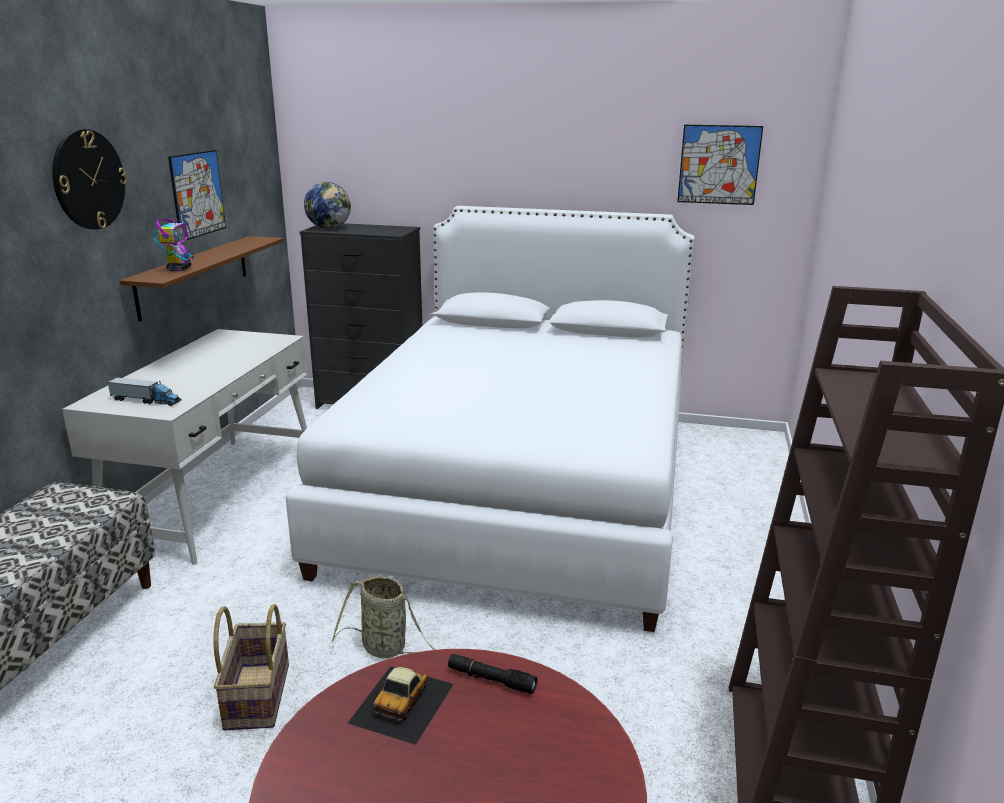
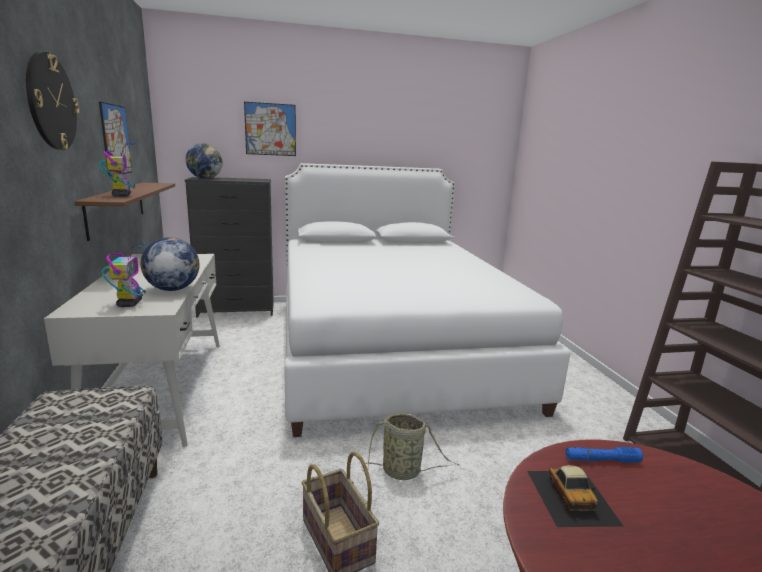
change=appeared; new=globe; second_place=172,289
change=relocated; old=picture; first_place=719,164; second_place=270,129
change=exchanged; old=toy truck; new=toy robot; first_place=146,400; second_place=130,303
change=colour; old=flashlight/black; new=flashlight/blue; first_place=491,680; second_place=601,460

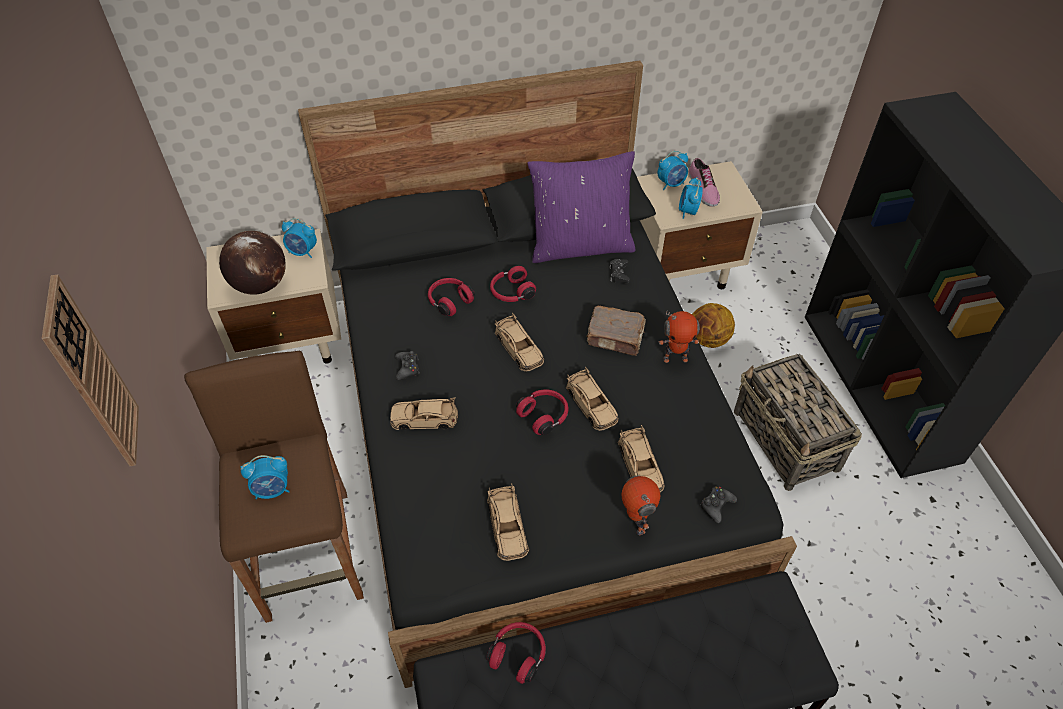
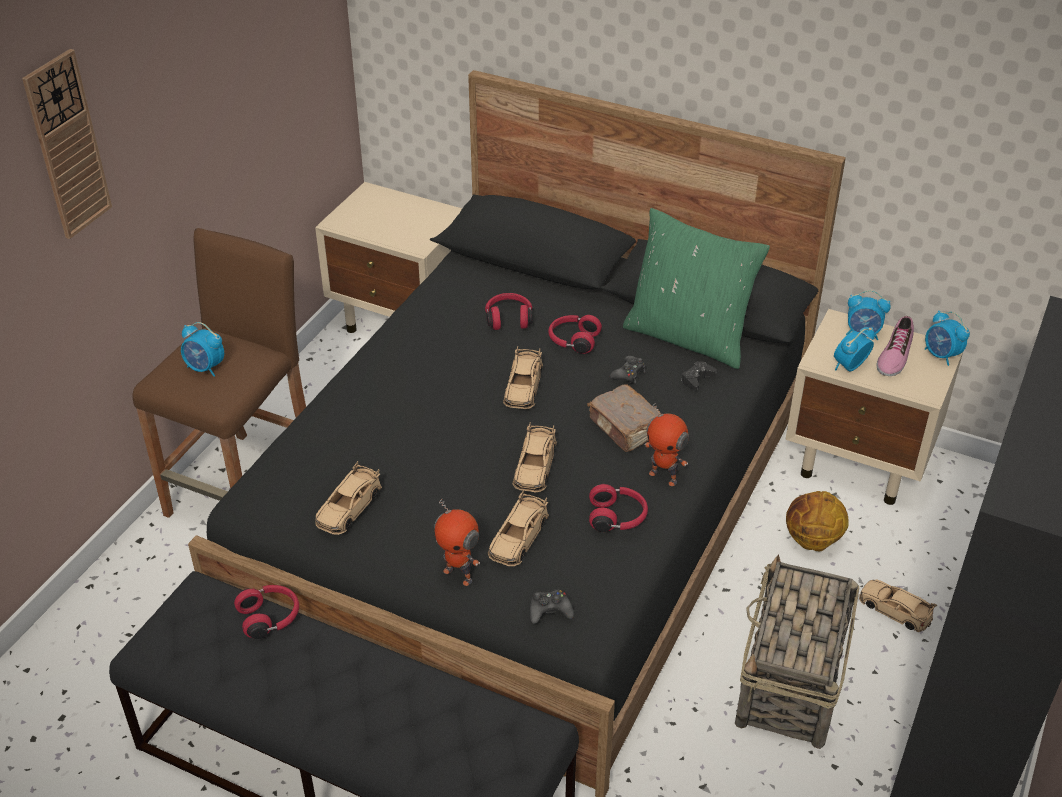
change=missing; old=globe; first_place=260,284
change=relocated; old=alarm clock; first_place=302,252; second_place=941,355
change=relocated; old=toy car/beige; first_place=424,418; second_place=895,609
change=relocated; old=game controller/black; first_place=407,368; second_place=628,374
change=relocated; old=headphones/red; first_place=544,415; second_place=617,517
change=colour; old=pillow/purple; new=pillow/green; first_place=580,245; second_place=688,337
change=spun; old=toy robot; first_place=635,522; second_place=459,574; degrees=105

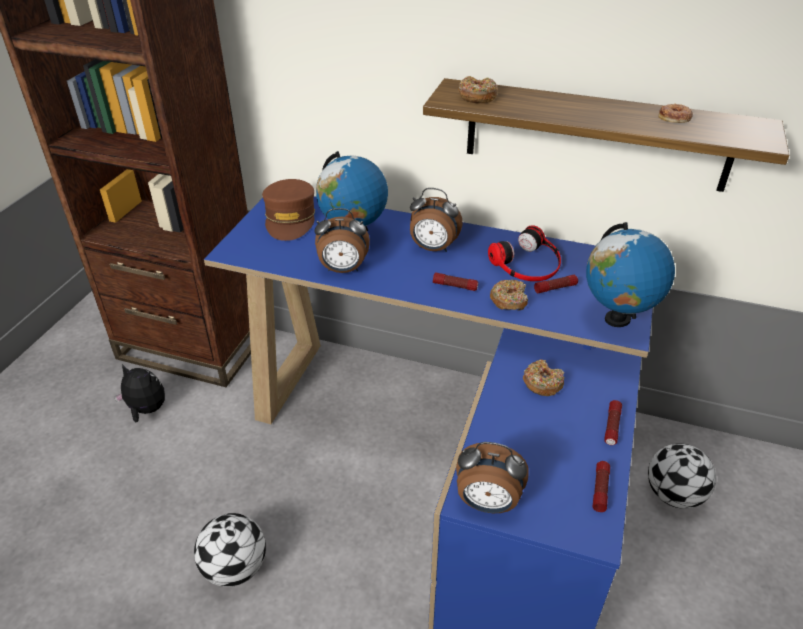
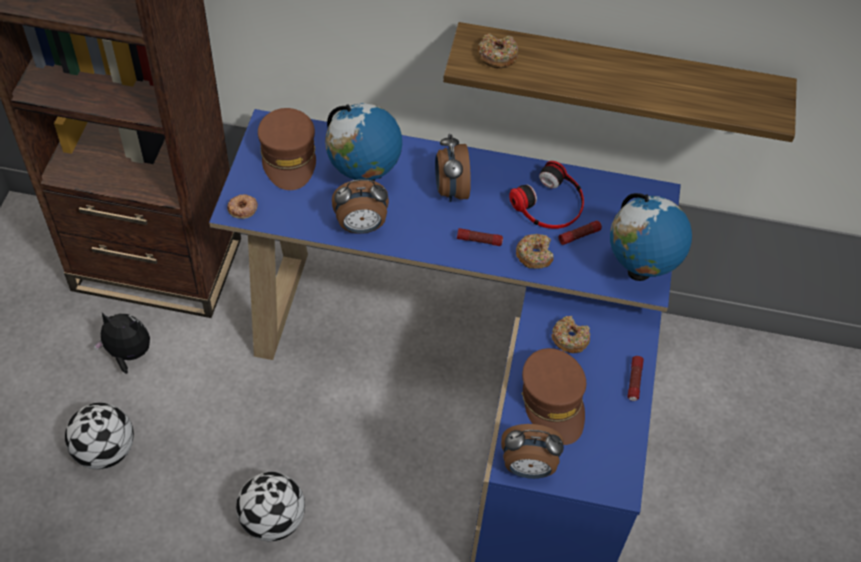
change=missing; old=flashlight; first_place=600,489
change=appeared; new=cap/brown; second_place=553,402
change=relocated; old=football; first_place=673,494; second_place=106,451
change=relocated; old=donut; first_place=675,117; second_place=243,209
change=spun; old=alarm clock; first_place=433,248; second_place=450,190; degrees=75

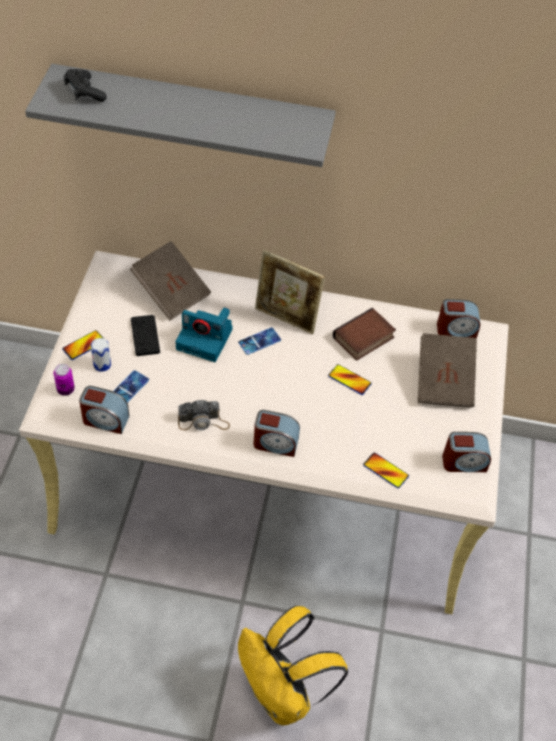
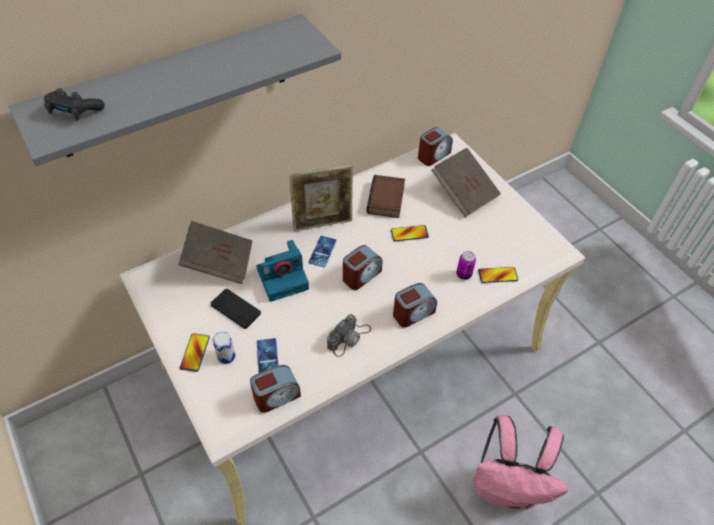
change=relocated; old=can; first_place=65,390; second_place=463,274
change=relocated; old=alarm clock; first_place=464,462; second_place=361,275
change=colour; old=backpack/yellow; new=backpack/pink; first_place=283,694; second_place=506,488

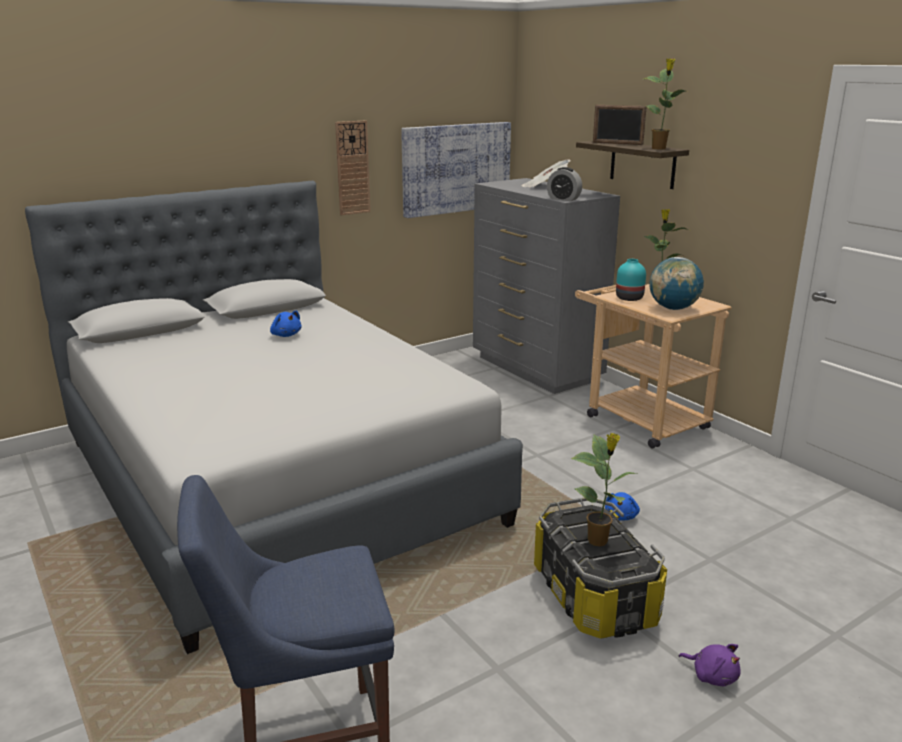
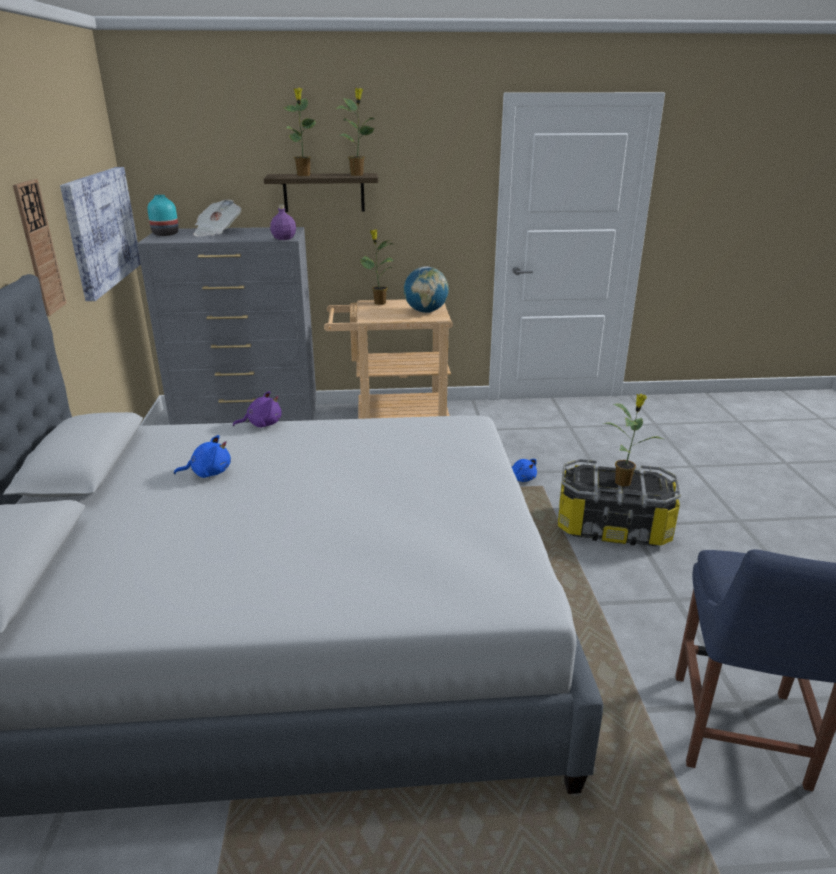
change=relocated; old=vase/turquoise; first_place=630,298; second_place=166,234
change=relocated; old=plush toy/purple; first_place=712,675; second_place=262,424
change=exchanged; old=alarm clock; new=bottle/purple; first_place=563,199; second_place=284,238
change=exchanged; old=picture frame; new=potted plant; first_place=617,143; second_place=303,175

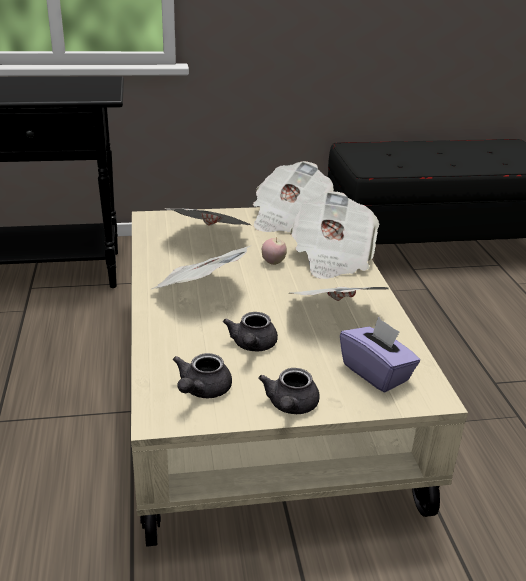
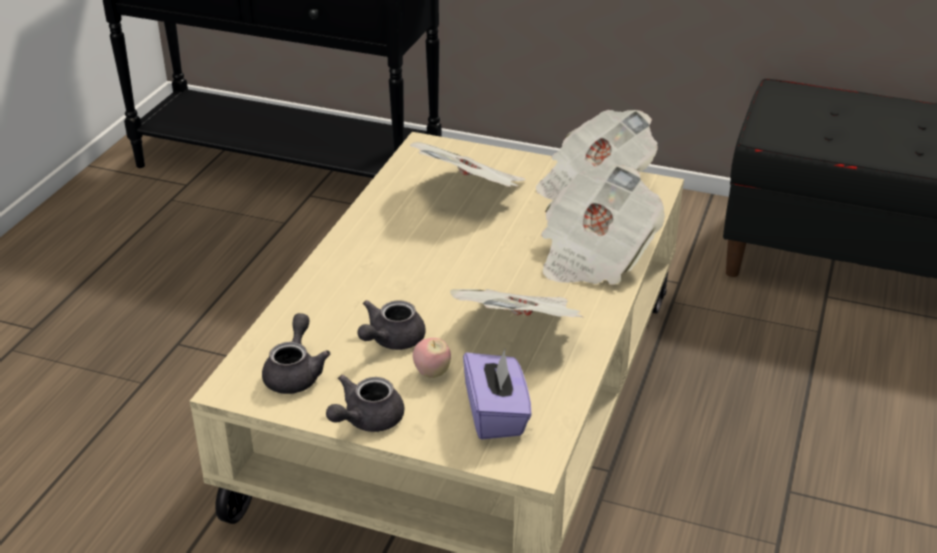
change=missing; old=newspaper; first_place=200,291
change=relocated; old=apple; first_place=273,262; second_place=432,373
change=spun; old=teapot/grey; first_place=202,390; second_place=295,373; degrees=135

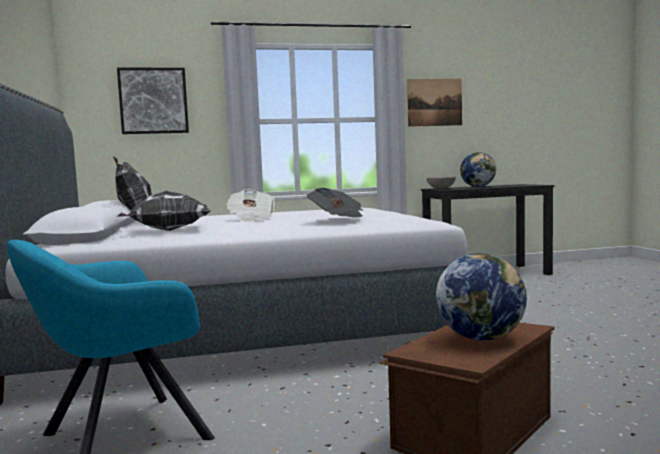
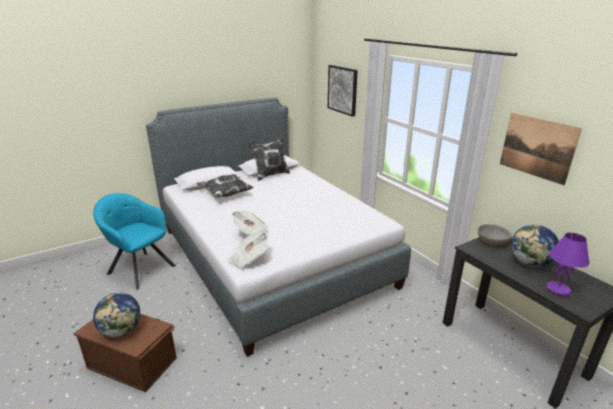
change=appeared; new=table lamp/purple; second_place=558,289
change=relocated; old=newspaper; first_place=251,219; second_place=248,259

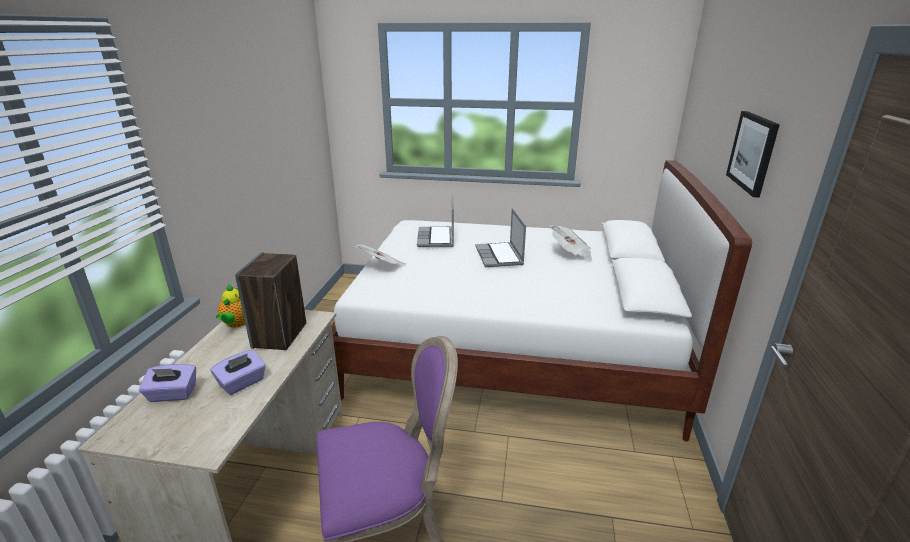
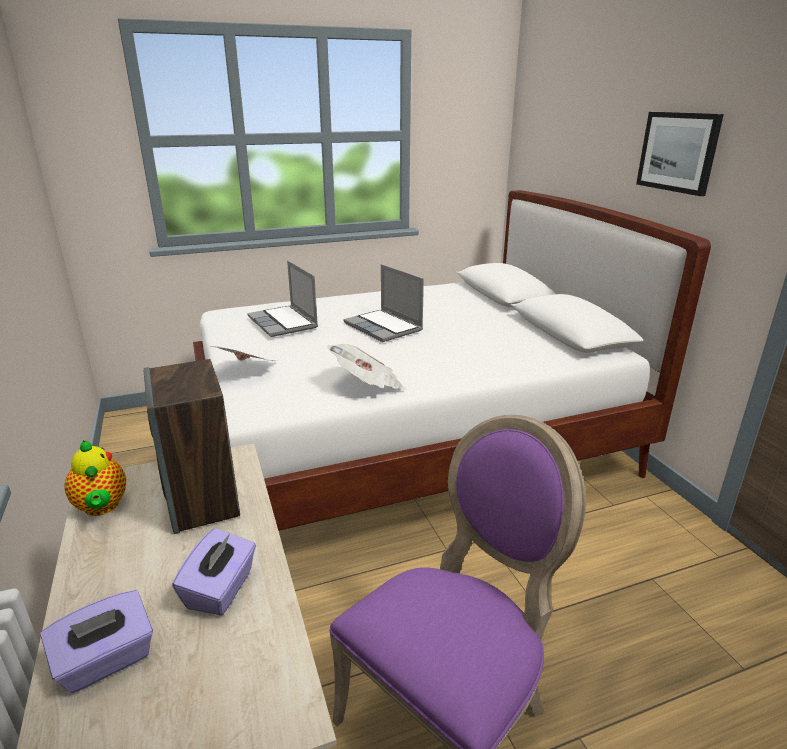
change=relocated; old=newspaper; first_place=571,253; second_place=368,385

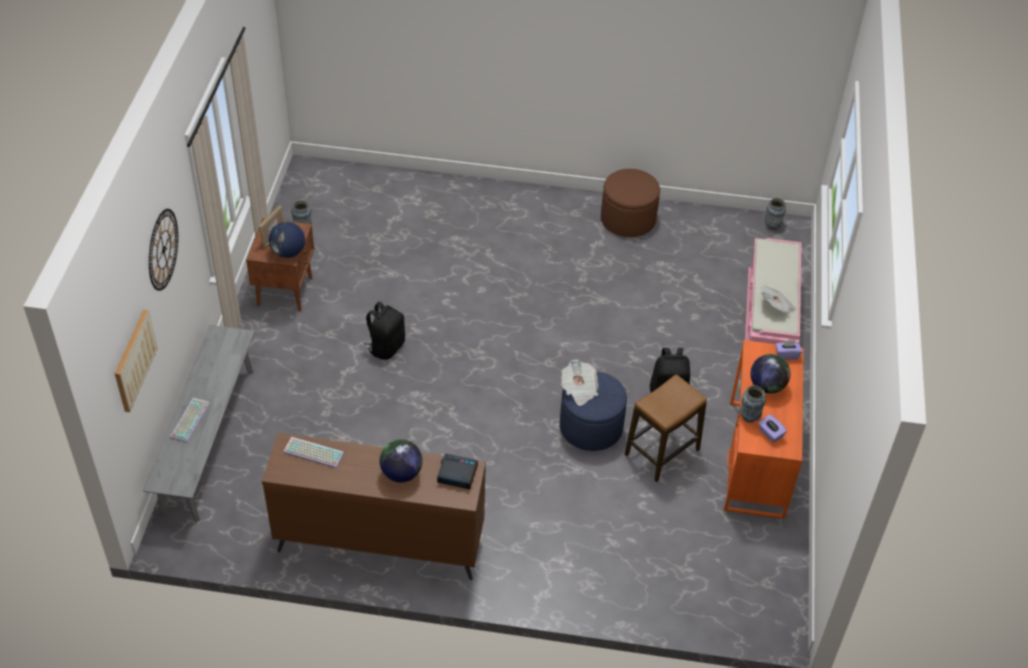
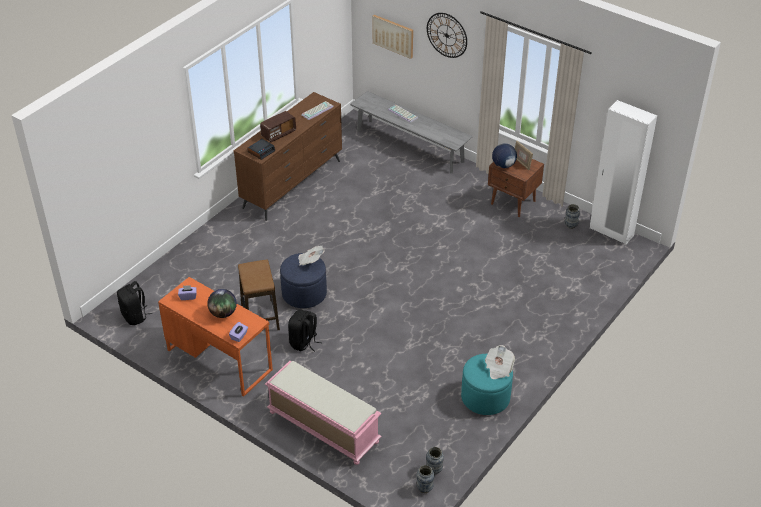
change=appeared; new=wardrobe/white; second_place=611,232
change=relocated; old=backpack/black; first_place=386,347; second_place=135,316
change=relocated; old=vase; first_place=749,417; second_place=434,470
change=relocated; old=newspaper; first_place=776,306; second_place=498,368
change=exchanged; old=globe; new=radio; first_place=401,473; second_place=278,134
change=colour; old=ottoman/brown; new=ottoman/turquoise; first_place=628,219; second_place=485,397

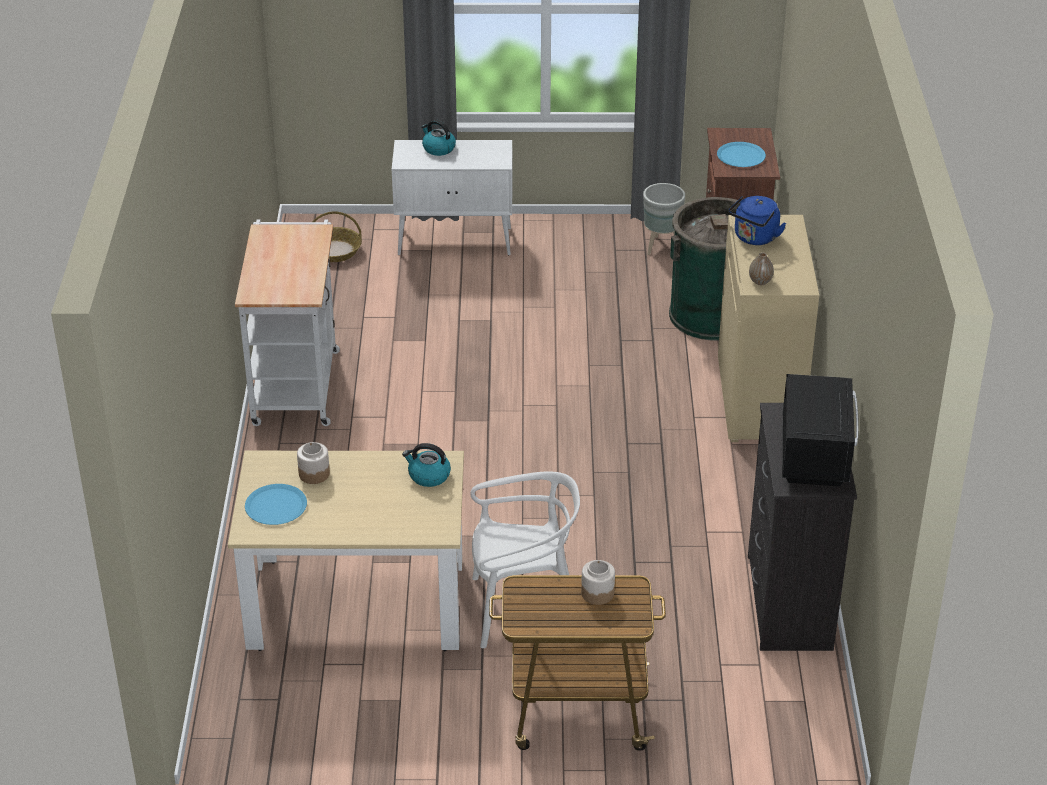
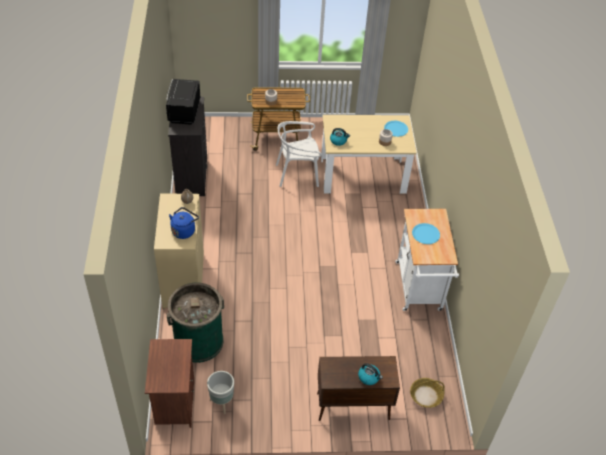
change=relocated; old=plate/blue; first_place=741,156; second_place=425,234
change=colour; old=cabinet/white; new=cabinet/brown; first_place=456,241; second_place=352,406

